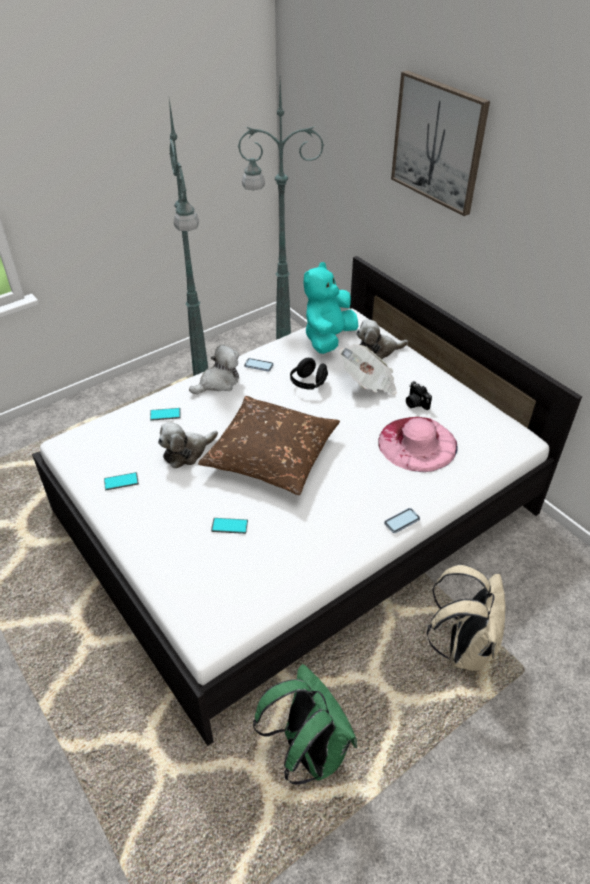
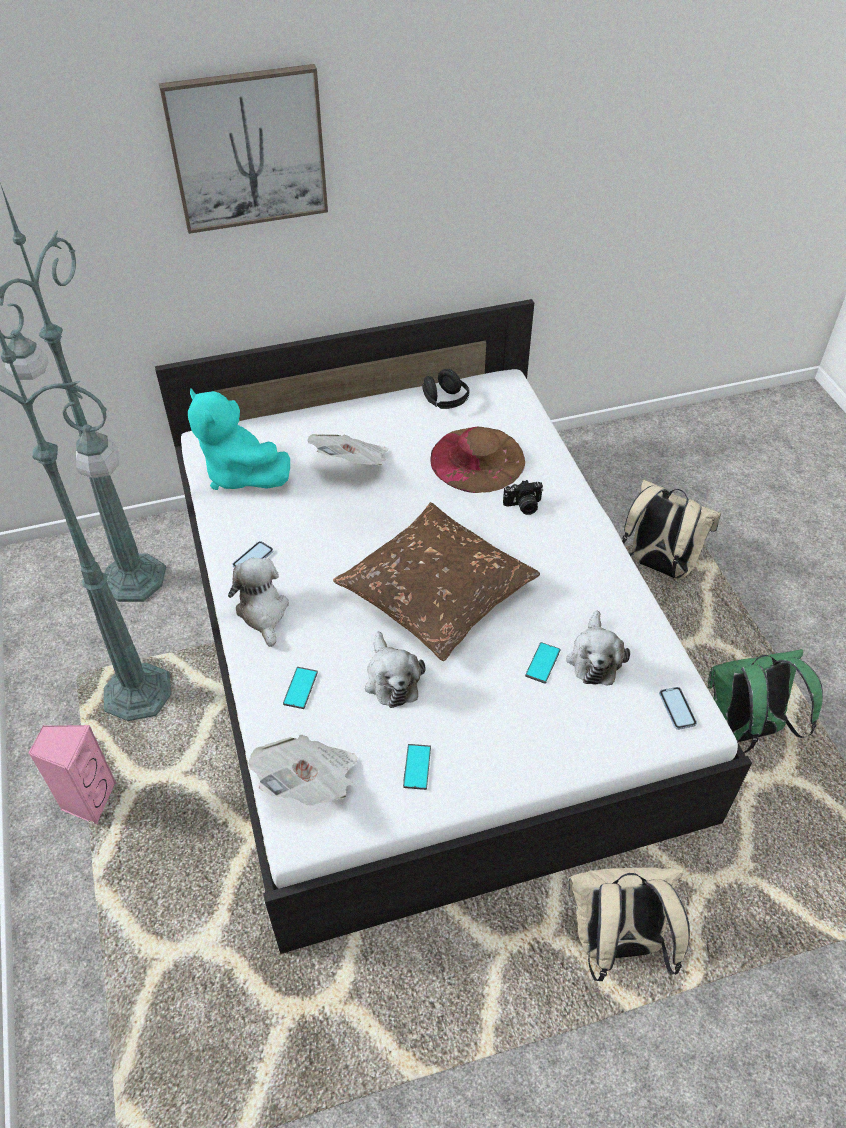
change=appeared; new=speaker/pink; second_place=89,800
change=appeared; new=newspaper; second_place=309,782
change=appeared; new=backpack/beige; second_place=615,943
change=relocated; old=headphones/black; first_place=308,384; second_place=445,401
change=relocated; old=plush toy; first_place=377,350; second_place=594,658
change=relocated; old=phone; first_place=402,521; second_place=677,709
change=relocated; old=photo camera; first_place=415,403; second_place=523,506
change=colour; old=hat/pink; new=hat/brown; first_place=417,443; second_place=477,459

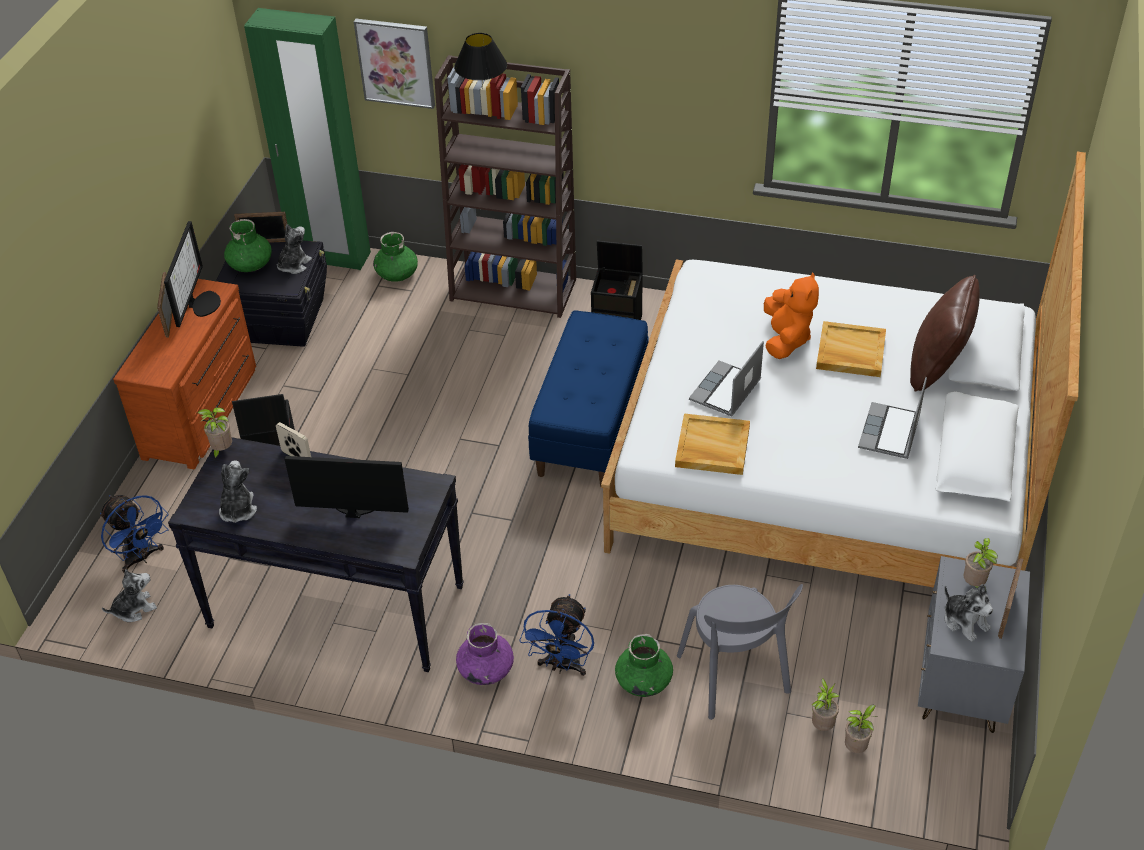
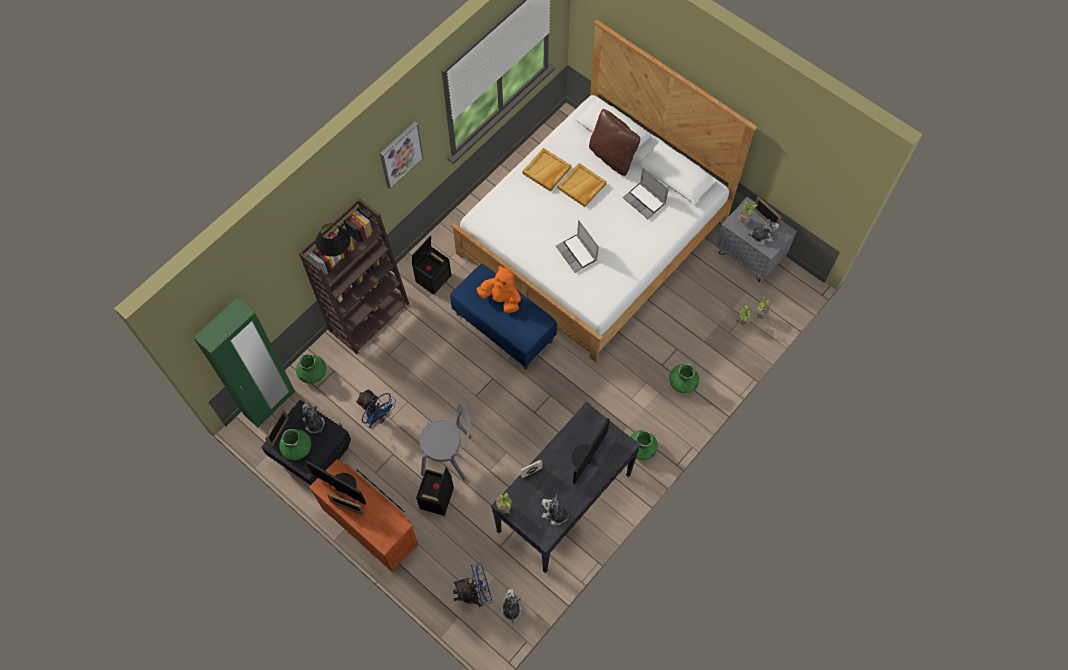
change=relocated; old=picture; first_place=396,62; second_place=400,154
change=relocated; old=fan/blue; first_place=562,666; second_place=377,417
change=relocated; old=tray/beige; first_place=711,447; second_place=546,171
change=relocated; old=chair/grey; first_place=735,678; second_place=449,456
change=relocated; old=plush toy/orange; first_place=786,339; second_place=501,299
change=colour; old=vase/purple; new=vase/green; first_place=485,669; second_place=641,448

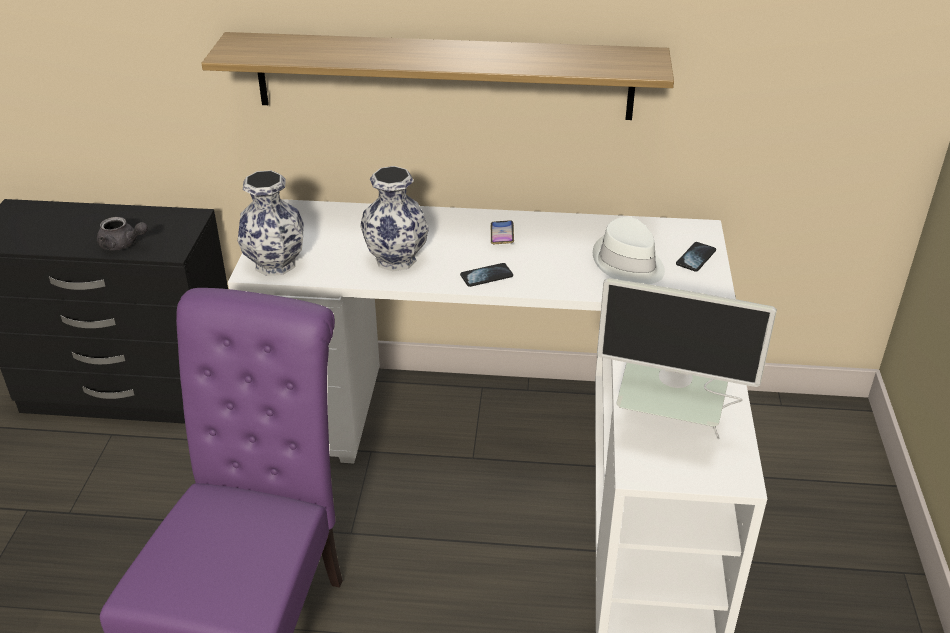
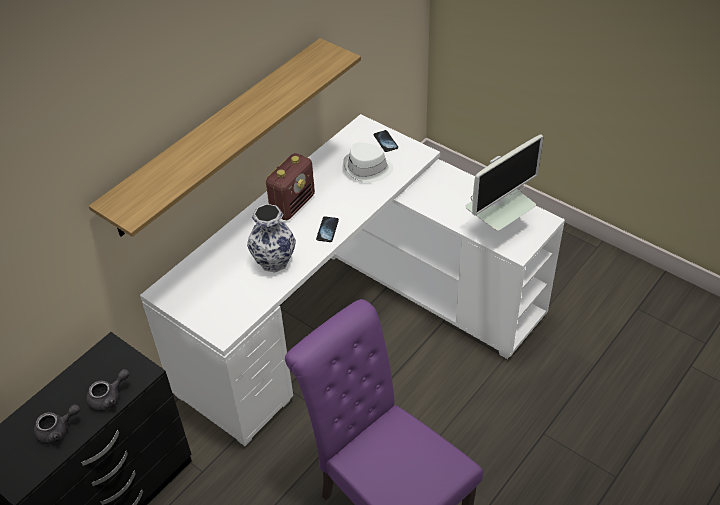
change=missing; old=vase; first_place=276,264
change=appeared; new=teapot/grey; second_place=58,430
change=exchanged; old=phone; new=radio; first_place=502,235; second_place=292,204

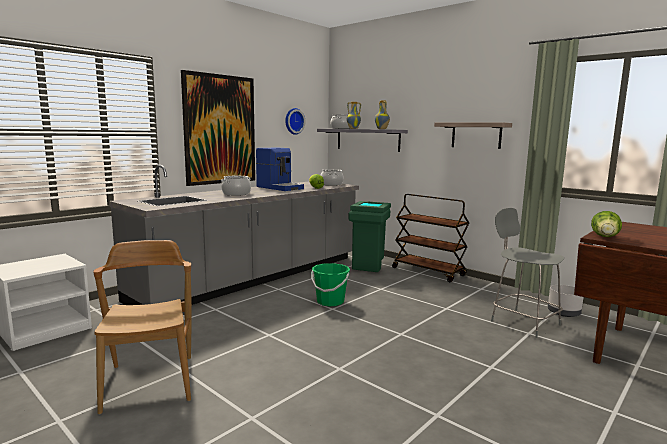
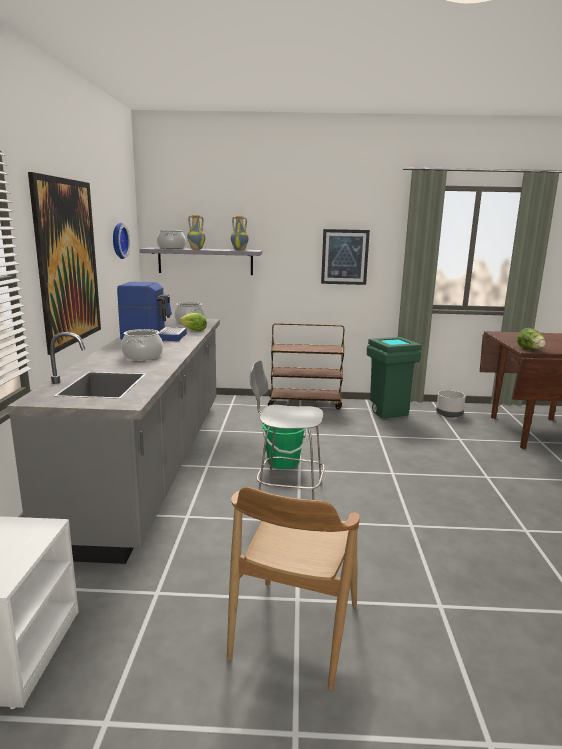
change=relocated; old=trash can/green; first_place=368,267; second_place=387,412
change=relocated; old=chair/grey; first_place=523,322; second_place=287,491
change=exchanged; old=shelf; new=picture; first_place=476,135; second_place=344,257
change=spun; old=chair/brown; first_place=150,382; second_place=294,630; degrees=-105

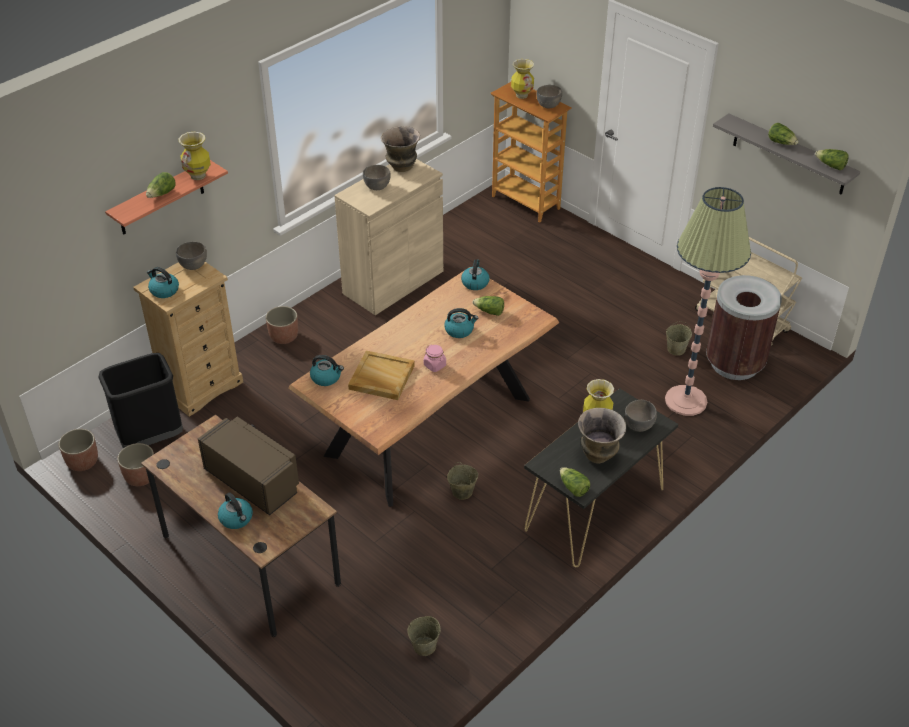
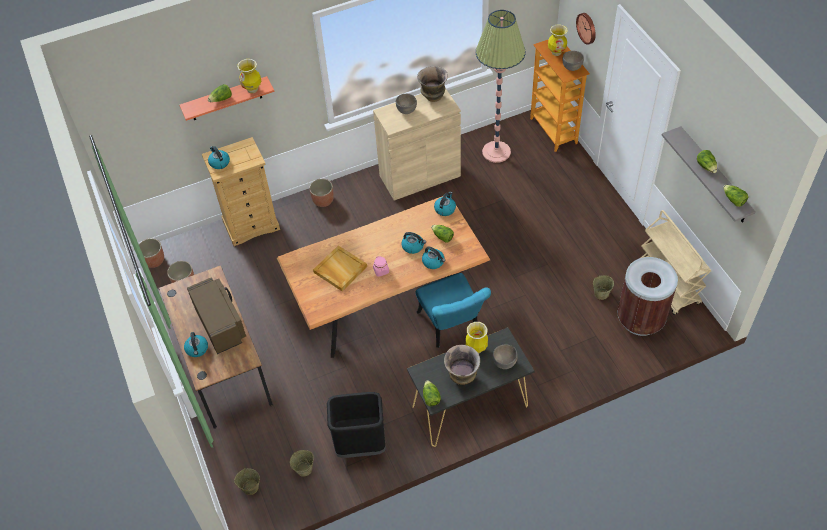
change=missing; old=bowl/grey; first_place=194,266
change=appeared; new=chair/turquoise; second_place=451,327
change=appeared; new=wall clock; second_place=587,28
change=relocated; old=trash can/black; first_place=151,438; second_place=361,444
change=relocated; old=kettle; first_place=326,377; second_place=433,262
change=relocated; old=bucket/beige; first_place=462,492; second_place=250,487
change=relocated; old=floor lamp; first_place=686,401; second_place=496,152

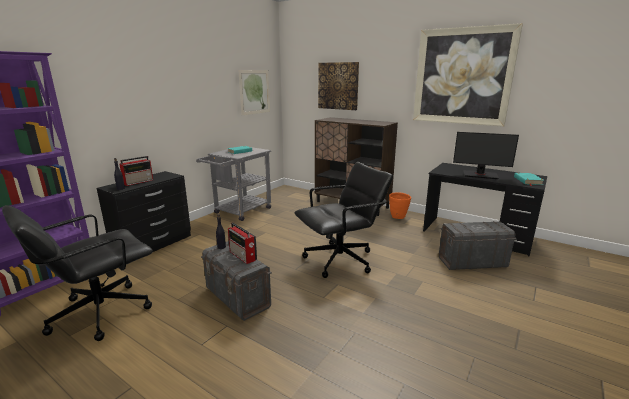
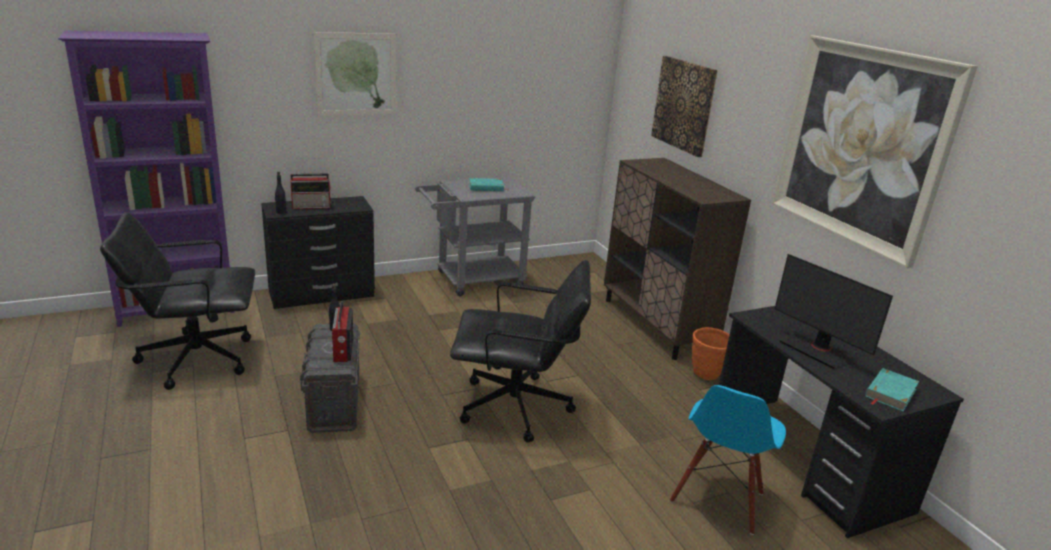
change=relocated; old=picture; first_place=254,92; second_place=356,74
change=exchanged; old=storage box/grey; new=chair/blue; first_place=471,262; second_place=718,499

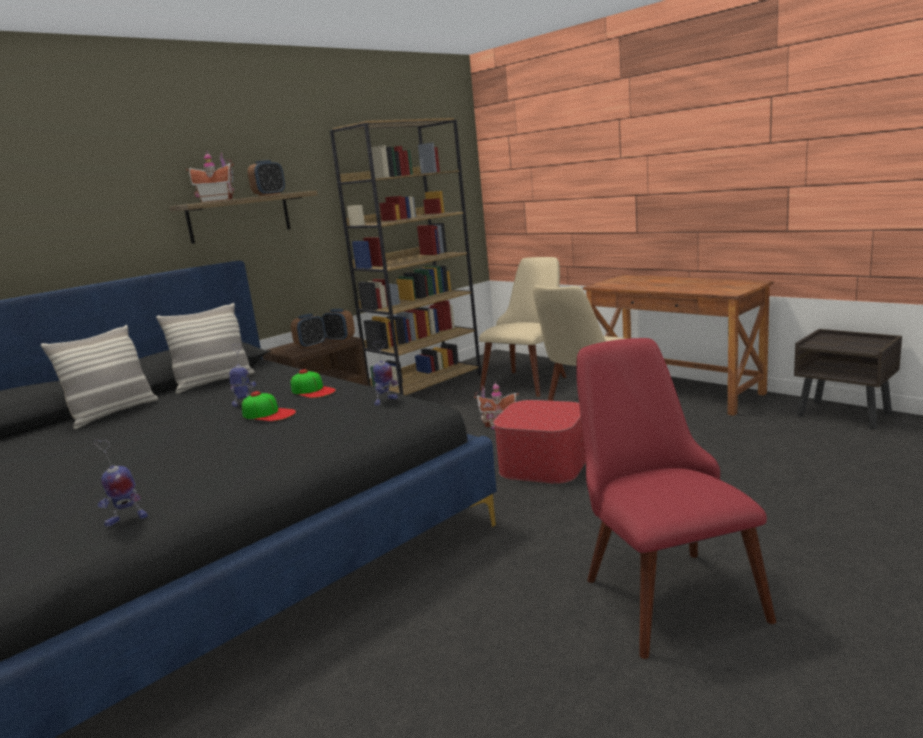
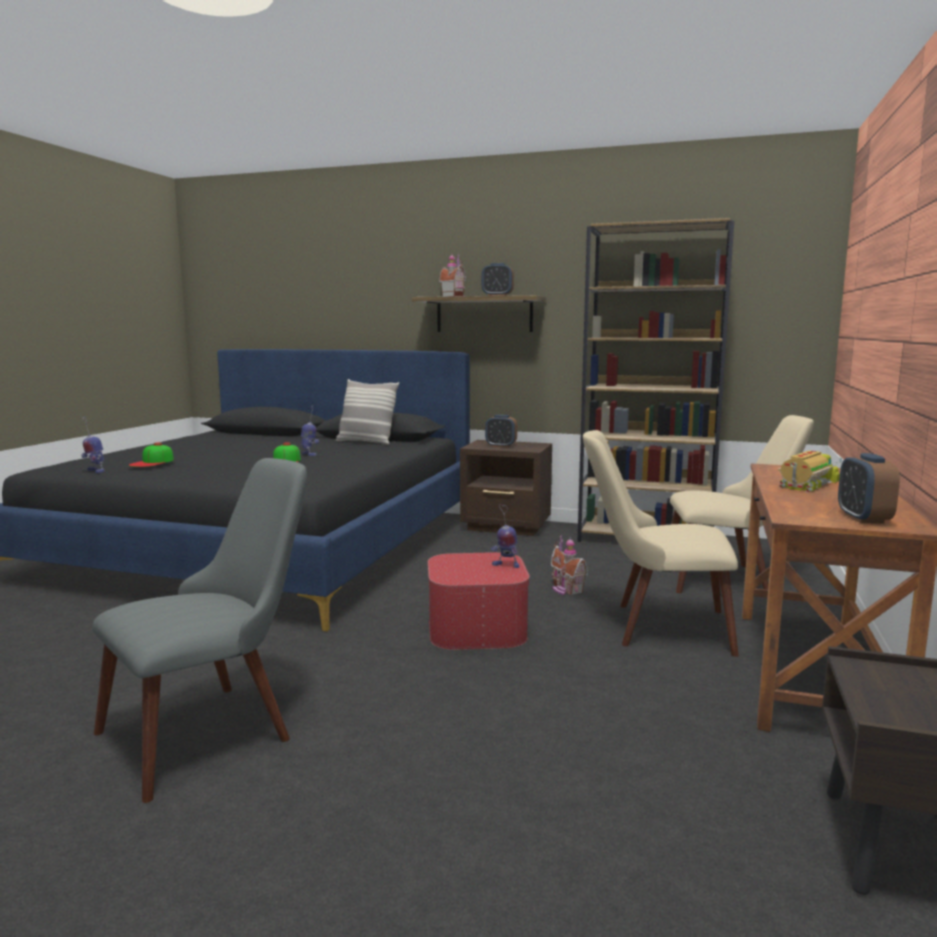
change=missing; old=pillow; first_place=113,413
change=appeared; new=toy truck; second_place=808,484
change=relocated; old=cap; first_place=313,390; second_place=152,462
change=relocated; old=alarm clock; first_place=340,339; second_place=863,518
change=relocated; old=toy robot; first_place=385,401; second_place=505,565
change=colour; old=chair/red; new=chair/grey; first_place=660,587; second_place=216,727

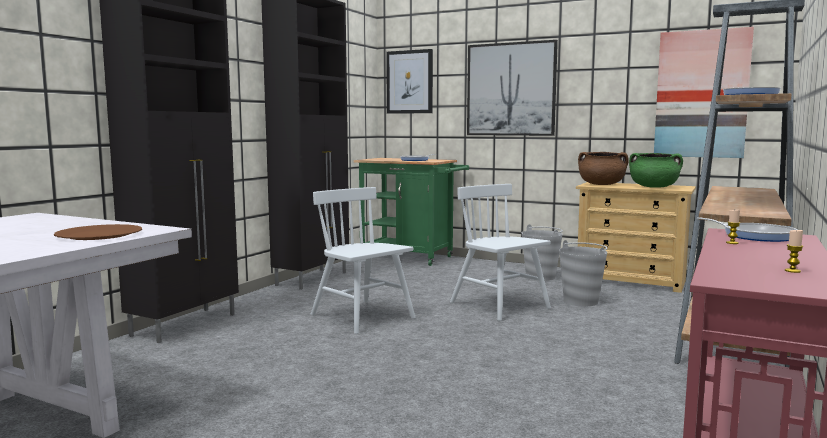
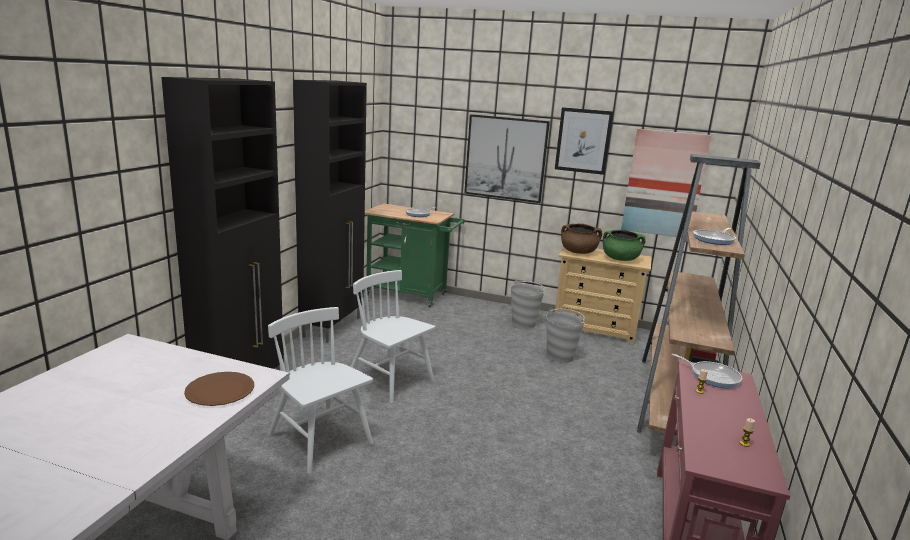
change=relocated; old=picture; first_place=409,82; second_place=583,141
change=relocated; old=chair/white; first_place=499,306; second_place=320,439

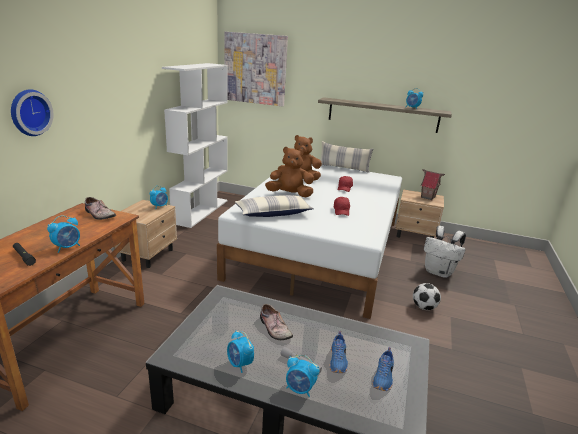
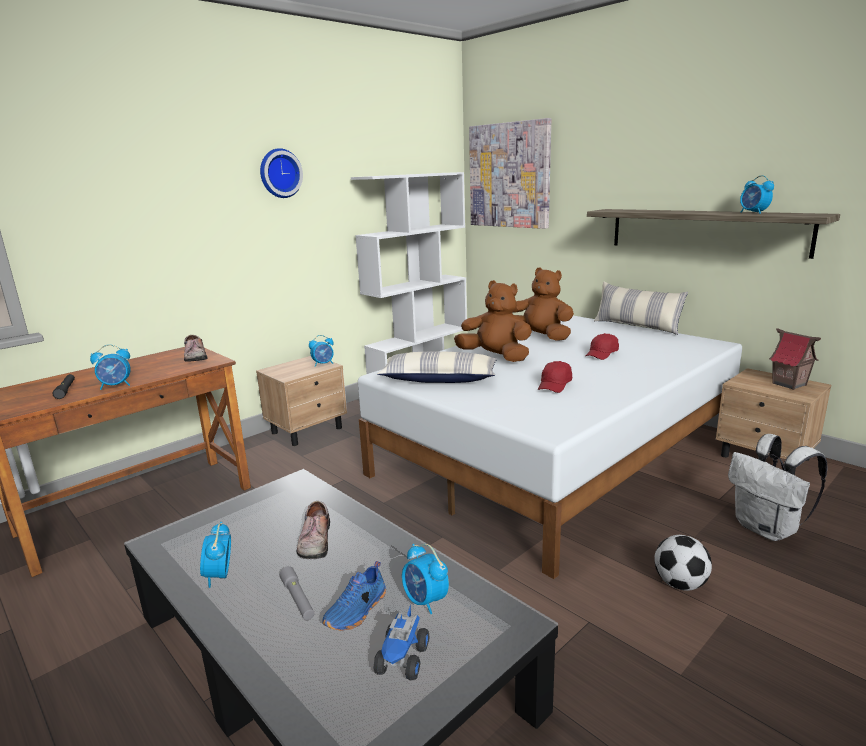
change=relocated; old=wall clock; first_place=29,112; second_place=279,173
change=relocated; old=alarm clock; first_place=300,389; second_place=425,601
change=exchanged; old=shoe/blue; new=toy truck; first_place=383,377; second_place=403,660

